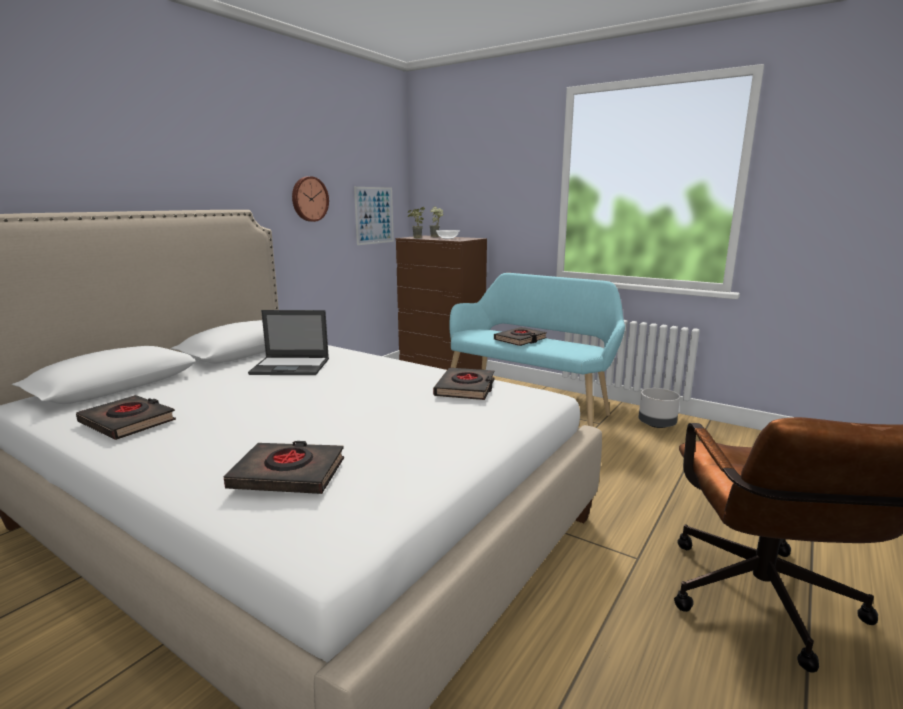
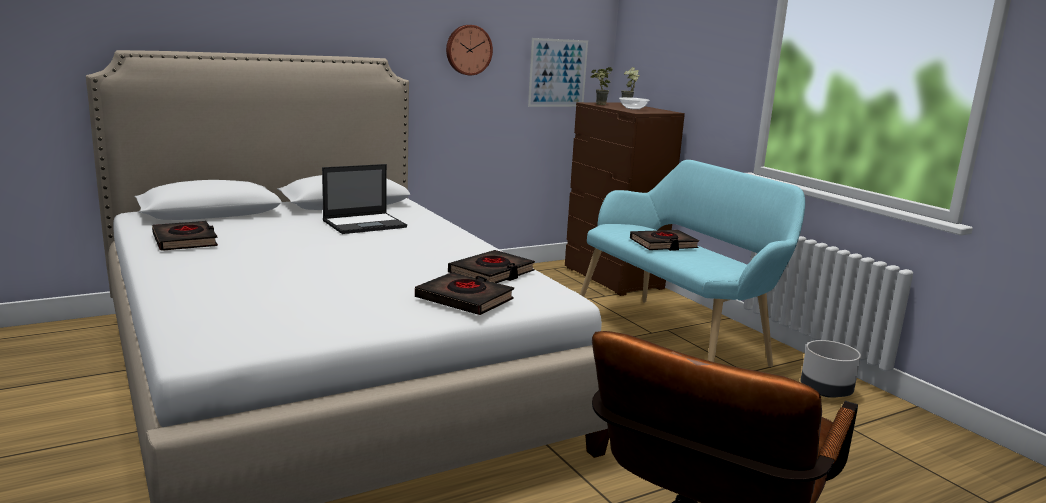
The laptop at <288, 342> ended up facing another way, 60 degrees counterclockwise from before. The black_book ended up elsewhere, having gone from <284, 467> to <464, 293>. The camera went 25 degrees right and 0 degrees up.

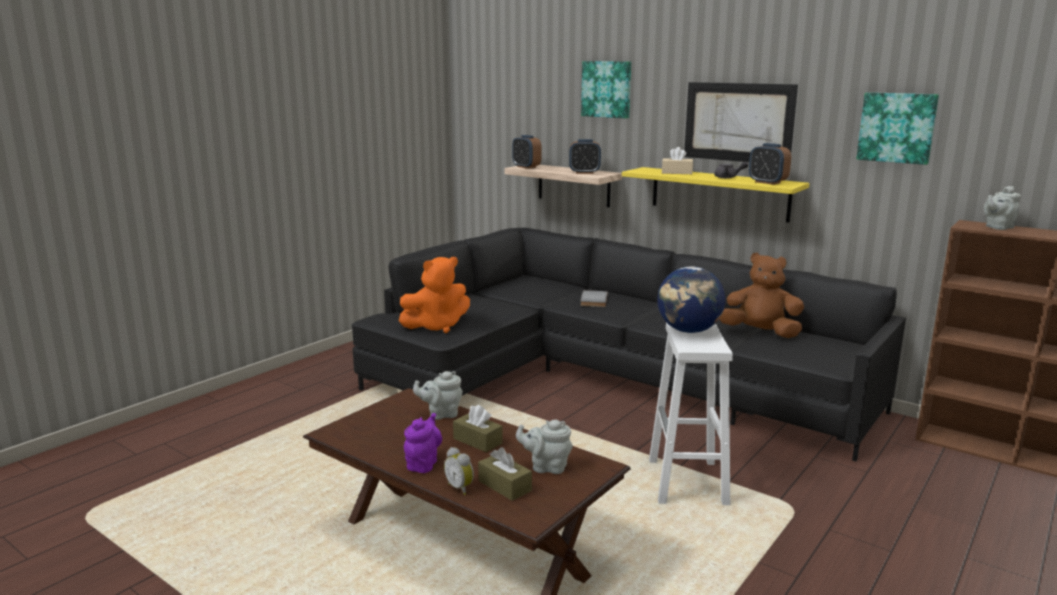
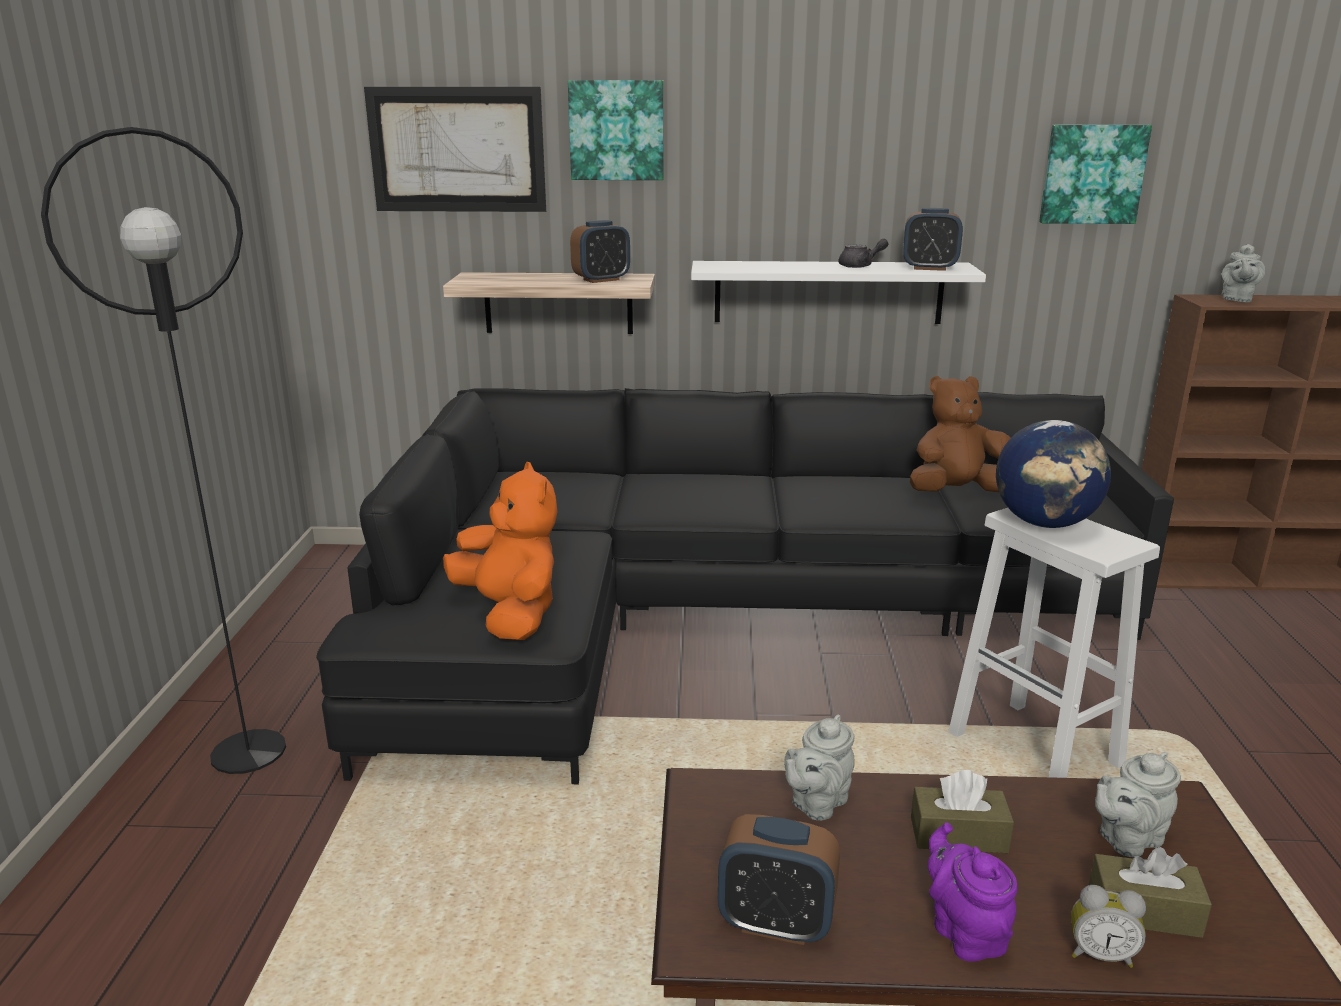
The picture ended up elsewhere, having gone from <741, 122> to <455, 149>. The alarm_clock ended up elsewhere, having gone from <527, 152> to <779, 879>. The second view lost the beige_tissue_box at <677, 160>. What was the yellow_shelf at <715, 194> turned into the white_shelf at <838, 292>. The orange_plush_toy at <434, 295> ended up facing another way, 60 degrees counterclockwise from before. The second view lost the grey_book at <594, 298>. The second view gained the black_floor_lamp at <163, 450>. The camera went 35 degrees left and 5 degrees up.

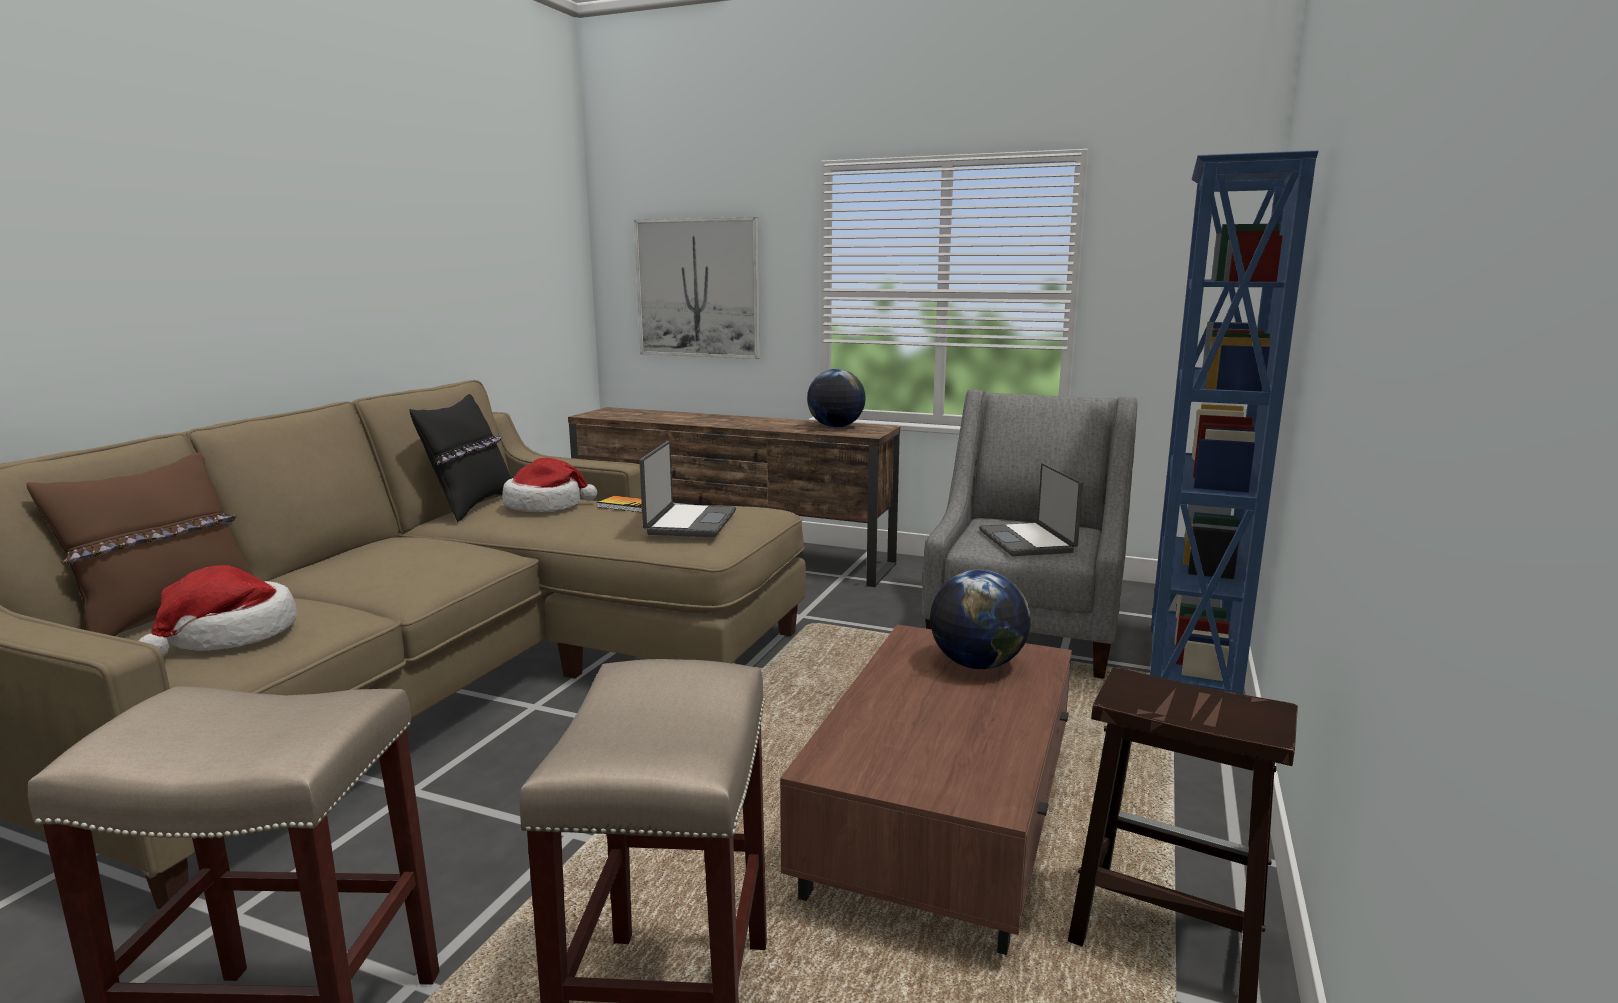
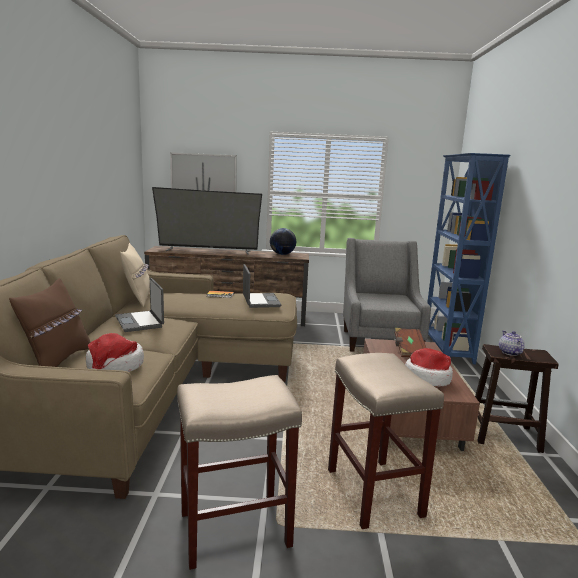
What was the black_pillow at <460, 458> turned into the beige_pillow at <135, 275>. The hat ended up elsewhere, having gone from <549, 485> to <429, 367>. The laptop ended up elsewhere, having gone from <1031, 509> to <139, 305>. Where the globe stood at <980, 619>, the brown_book came to stand at <410, 342>. The second view gained the television at <207, 221>. The second view gained the teapot at <512, 343>. The camera went 20 degrees left and 0 degrees up.

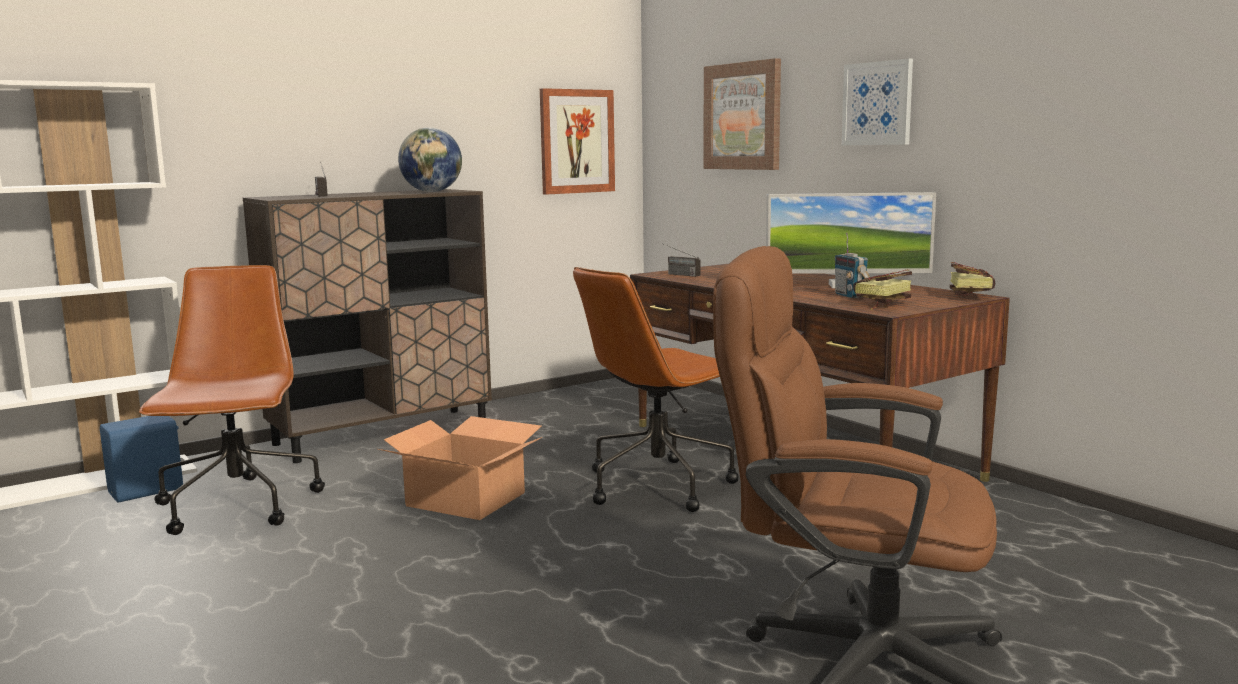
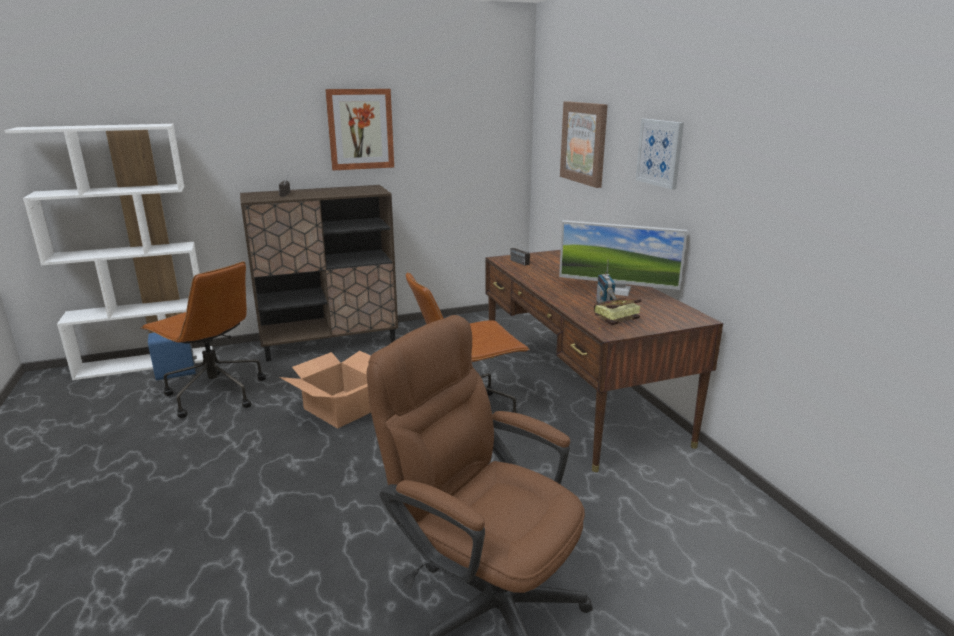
The picture ended up elsewhere, having gone from <577, 141> to <359, 129>. The second view lost the globe at <430, 159>. The second view lost the book at <973, 279>. The brown_office_chair at <232, 400> ended up facing another way, 120 degrees clockwise from before. The camera went 15 degrees right and 10 degrees up.

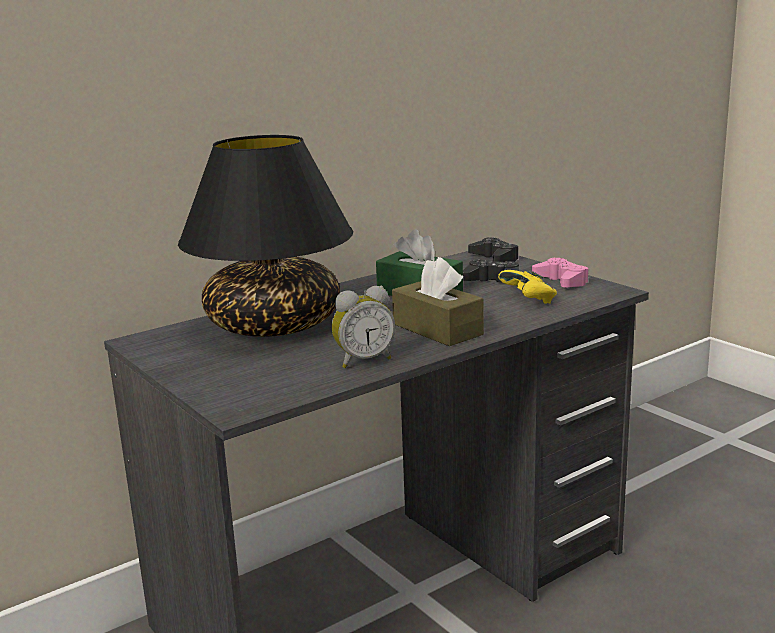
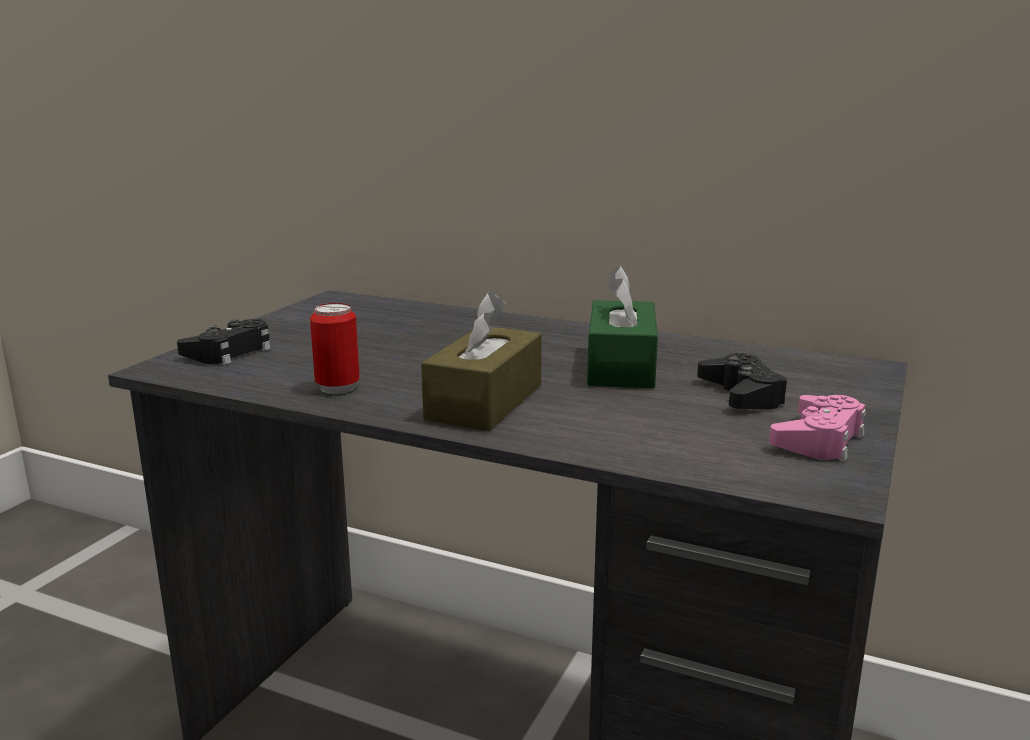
The second view lost the black_table_lamp at <265, 236>. The black_game_controller ended up elsewhere, having gone from <493, 249> to <224, 342>. The second view lost the yellow_game_controller at <527, 287>. Where the alarm_clock stood at <363, 327>, the can came to stand at <335, 348>. The camera went 60 degrees right and 0 degrees up.

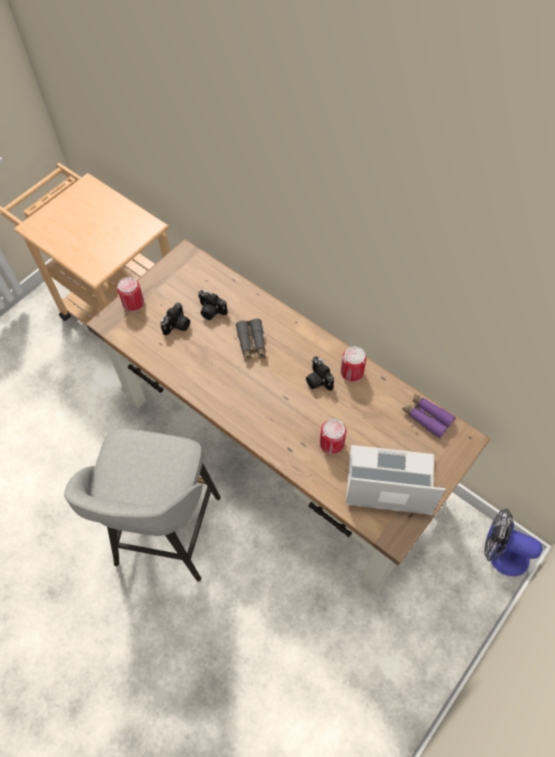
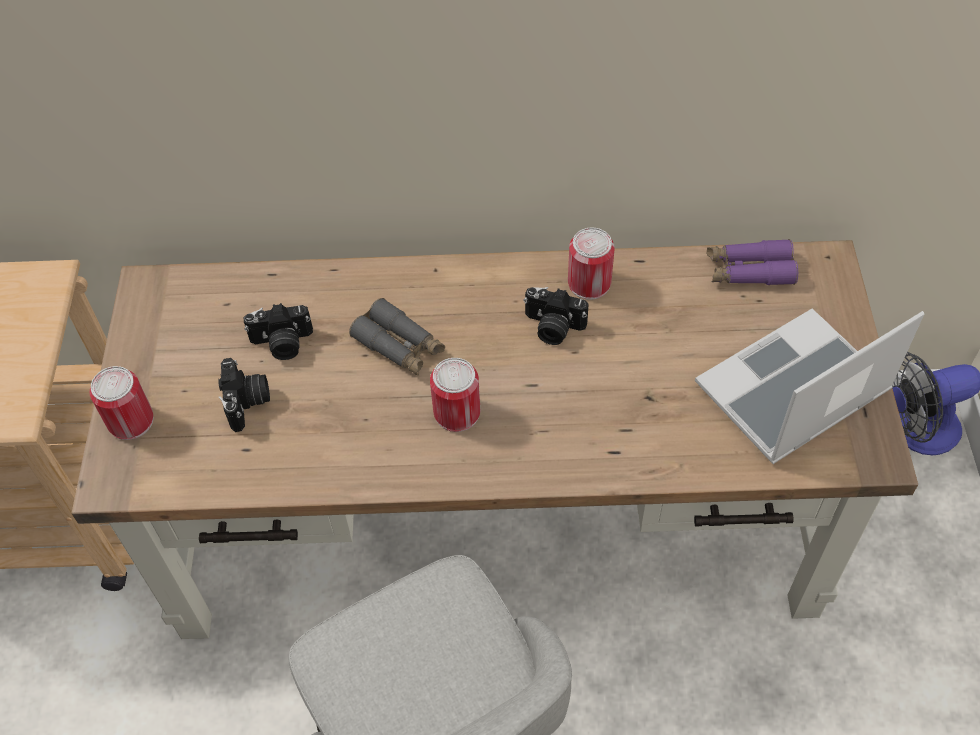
The can ended up elsewhere, having gone from <333, 437> to <455, 395>. The camera went 40 degrees left and 5 degrees down.

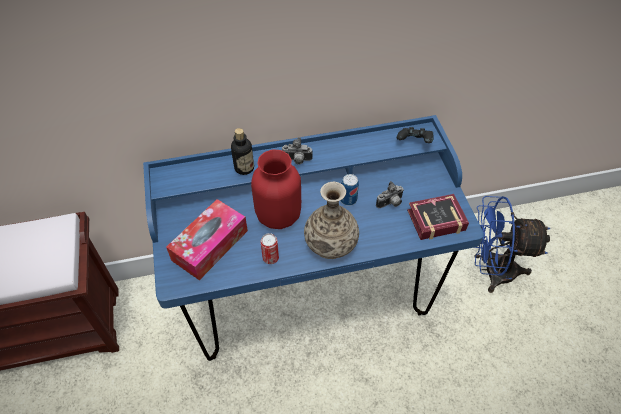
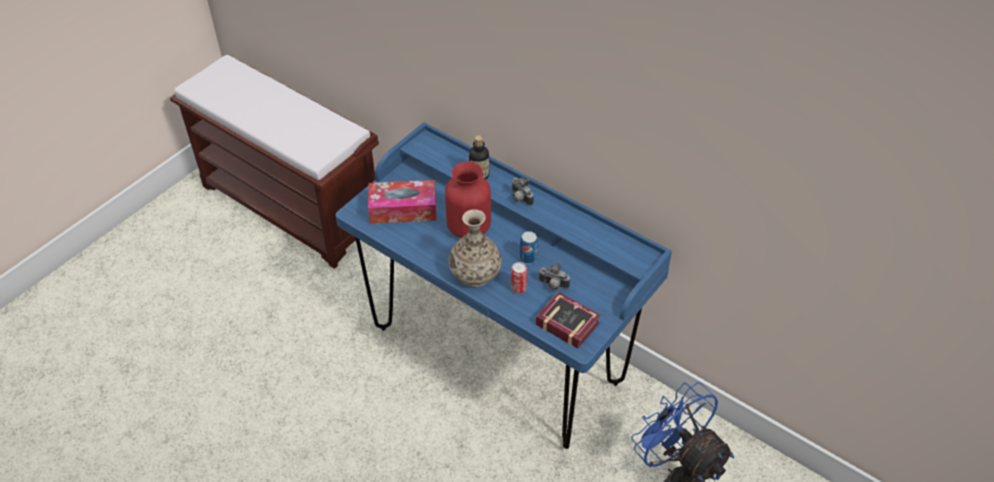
The second view lost the black_game_controller at <415, 135>. The can ended up elsewhere, having gone from <270, 248> to <519, 278>. The camera went 50 degrees right and 5 degrees down.

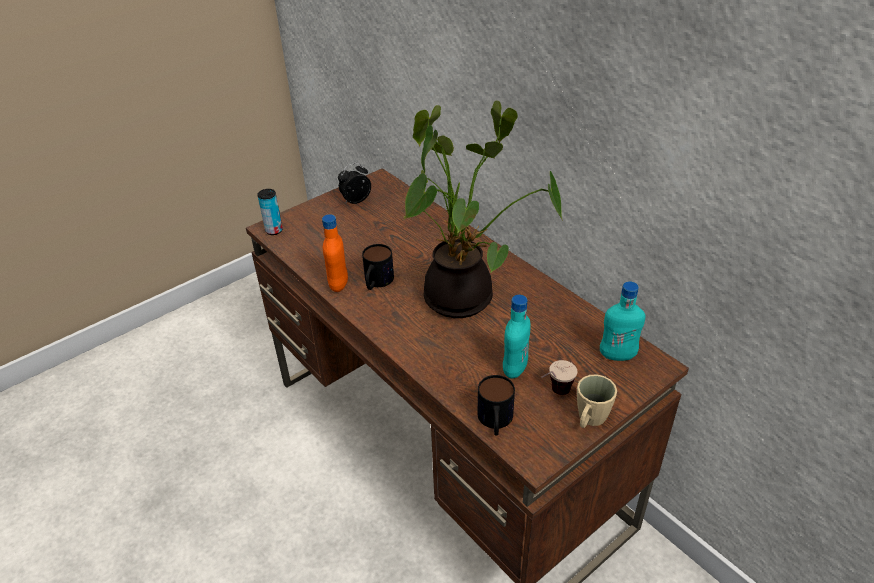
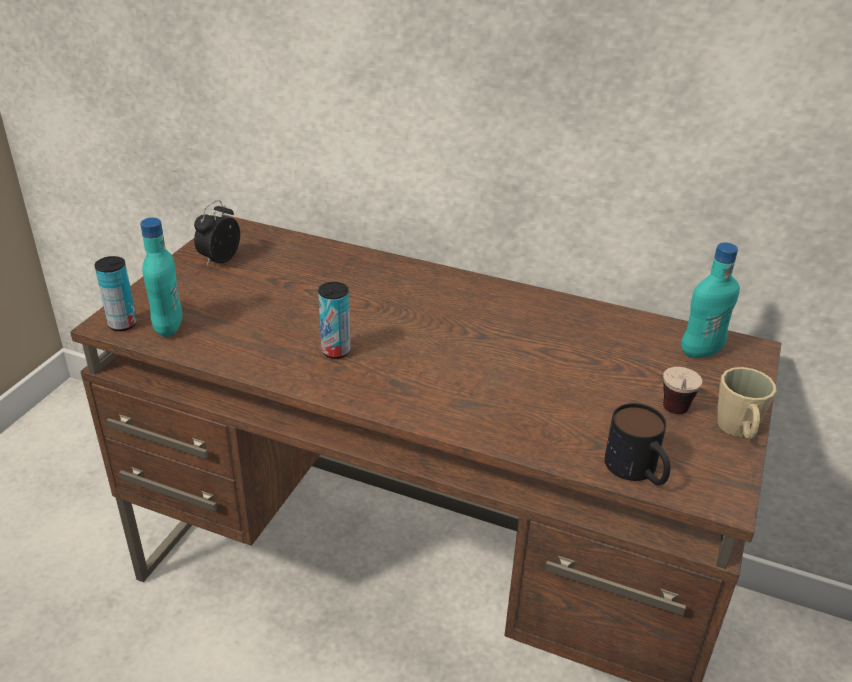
The second view lost the potted_plant at <483, 209>. The second view lost the orange_bottle at <335, 253>. Where the mug stood at <378, 267>, the can came to stand at <334, 320>. The turquoise_bottle ended up elsewhere, having gone from <517, 337> to <161, 277>. The camera went 30 degrees left and 5 degrees down.

